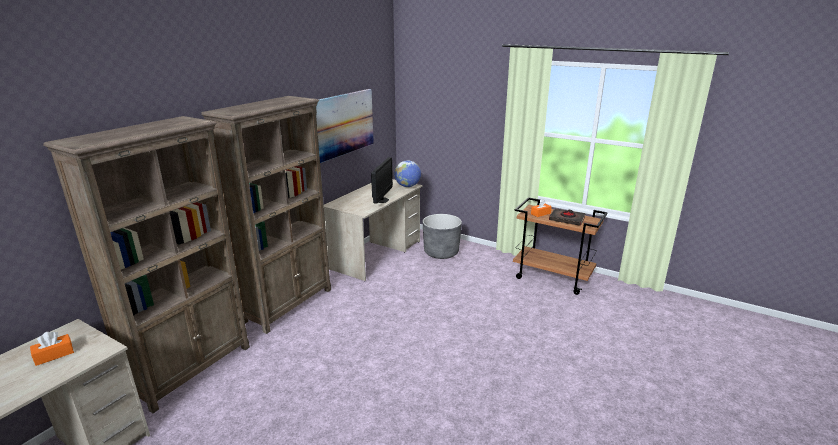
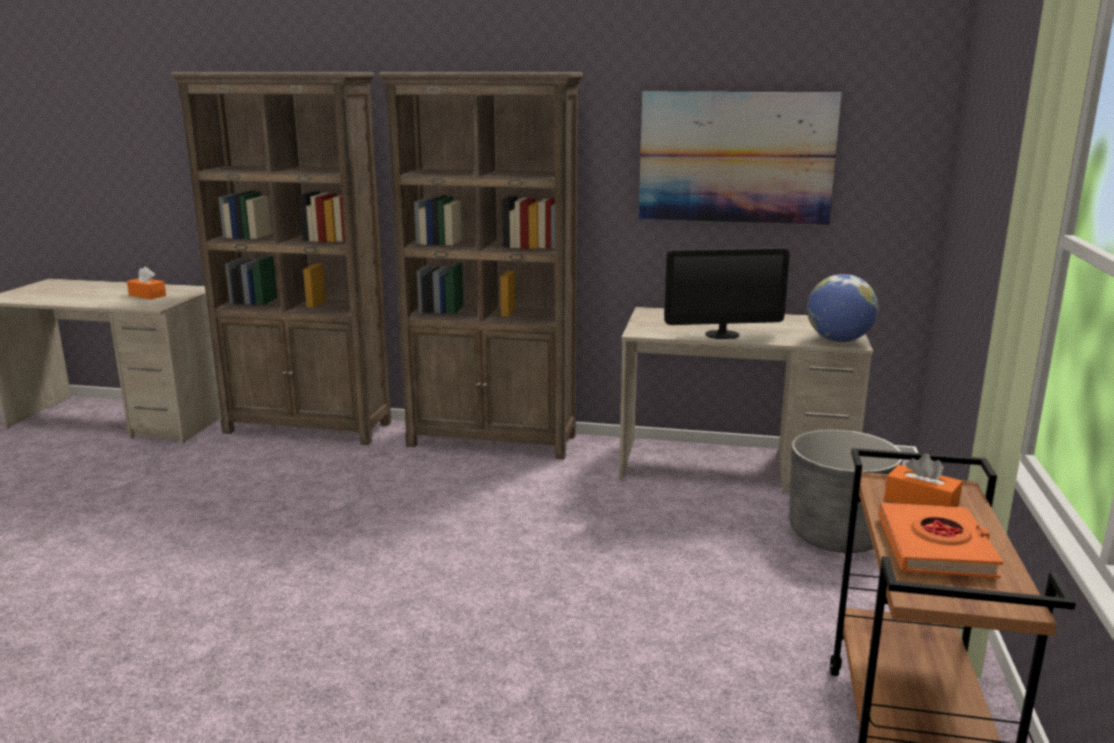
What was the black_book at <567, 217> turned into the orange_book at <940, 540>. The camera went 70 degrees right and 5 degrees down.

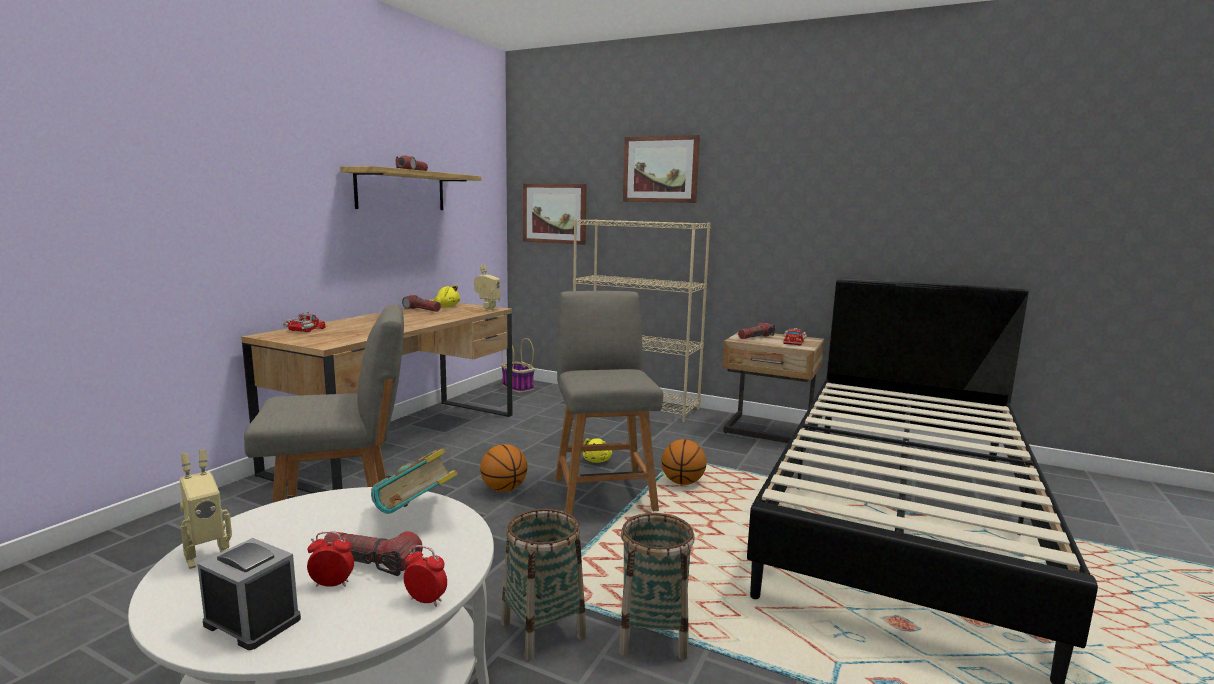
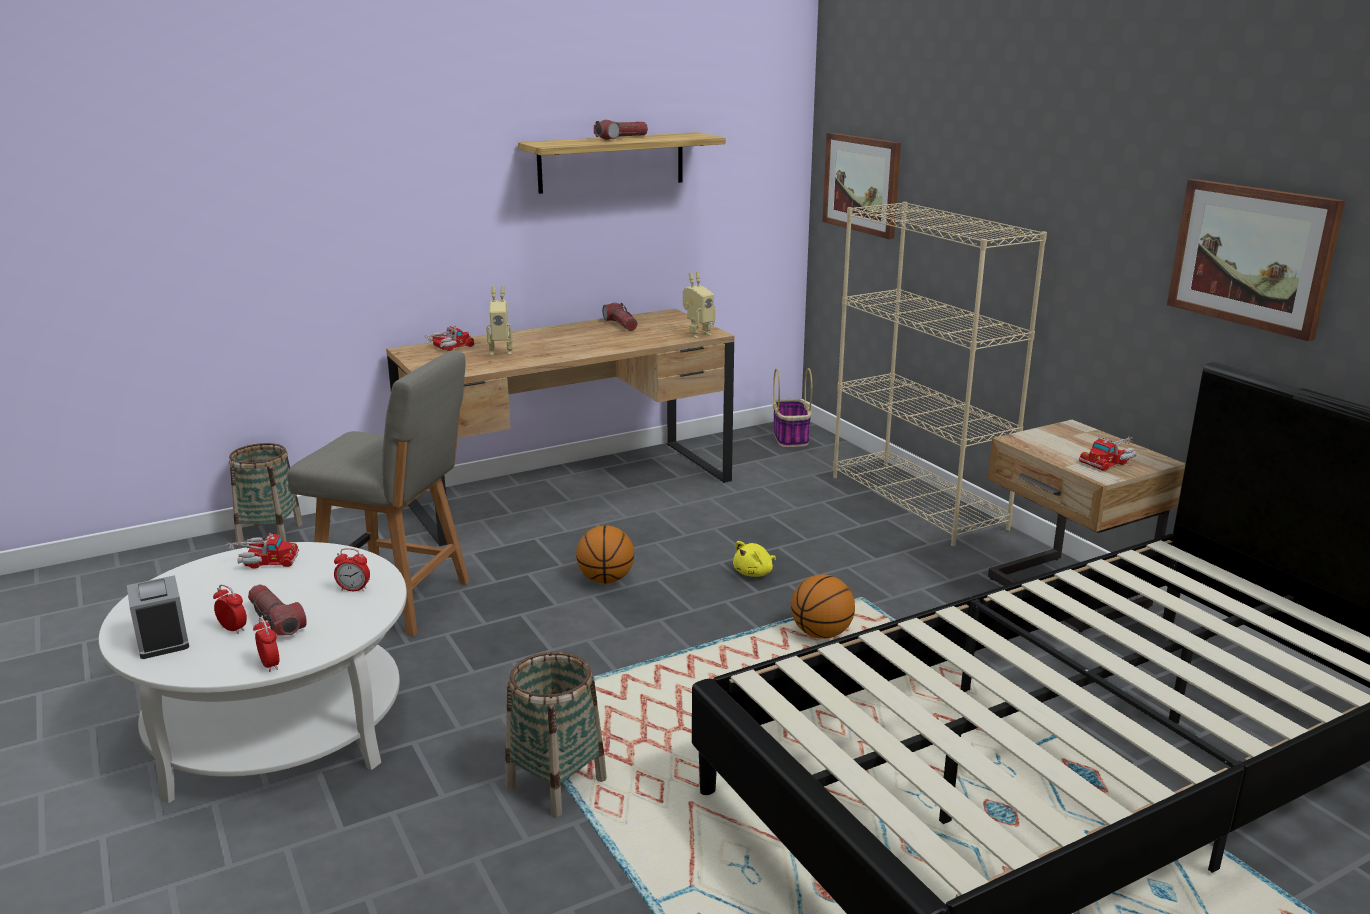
The picture ended up elsewhere, having gone from <661, 169> to <1256, 260>. The second view lost the yellow_plush_toy at <445, 296>. The second view lost the grey_chair at <609, 403>. The second view lost the flashlight at <756, 331>. Where the book stood at <414, 481>, the alarm_clock came to stand at <352, 570>. The toy_robot ended up elsewhere, having gone from <206, 509> to <499, 321>. The basket ended up elsewhere, having gone from <543, 584> to <266, 493>. The second view gained the toy_truck at <262, 551>. The camera went 35 degrees right and 10 degrees up.

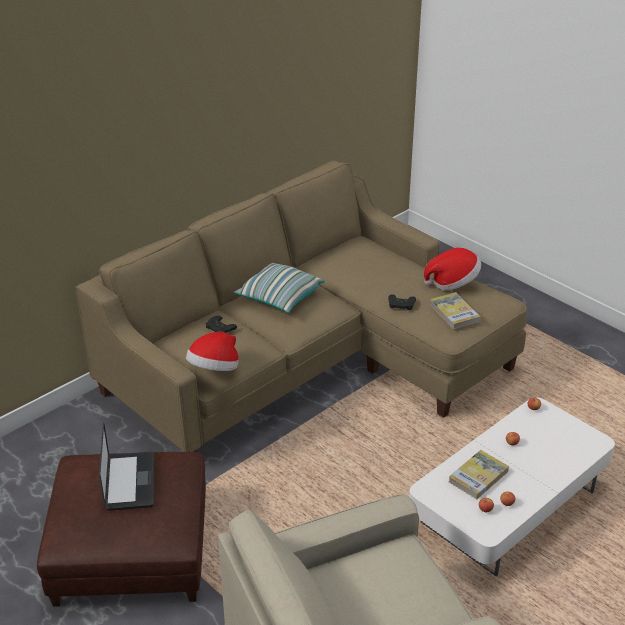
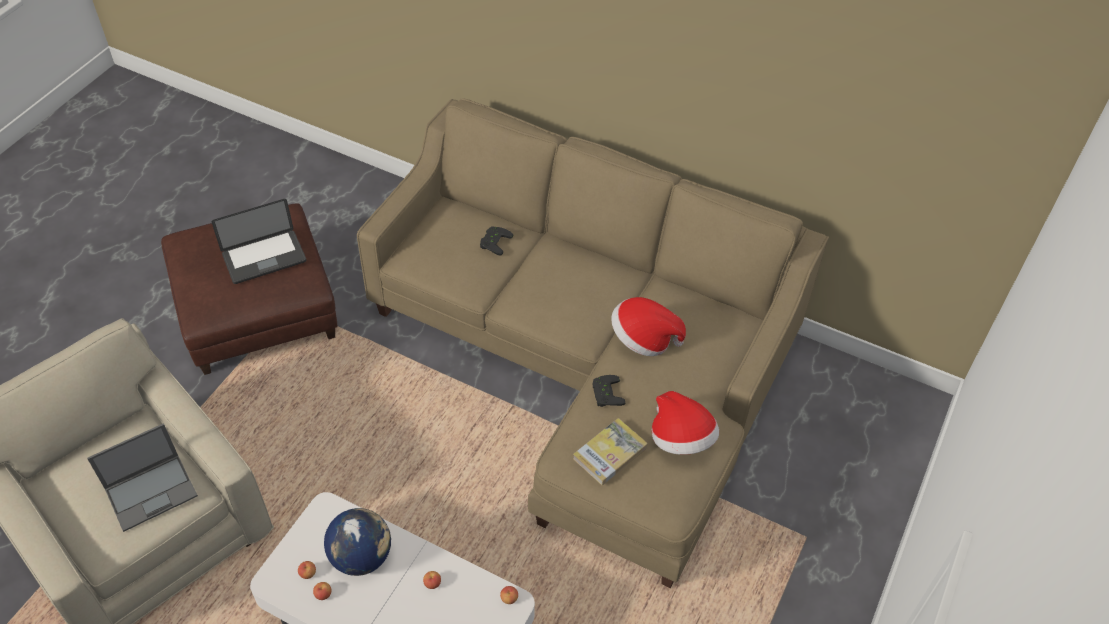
The second view lost the pillow at <279, 288>. The hat ended up elsewhere, having gone from <212, 351> to <648, 326>. Where the book stood at <479, 474>, the globe came to stand at <357, 542>. The second view gained the laptop at <142, 477>. The camera went 70 degrees right and 15 degrees up.

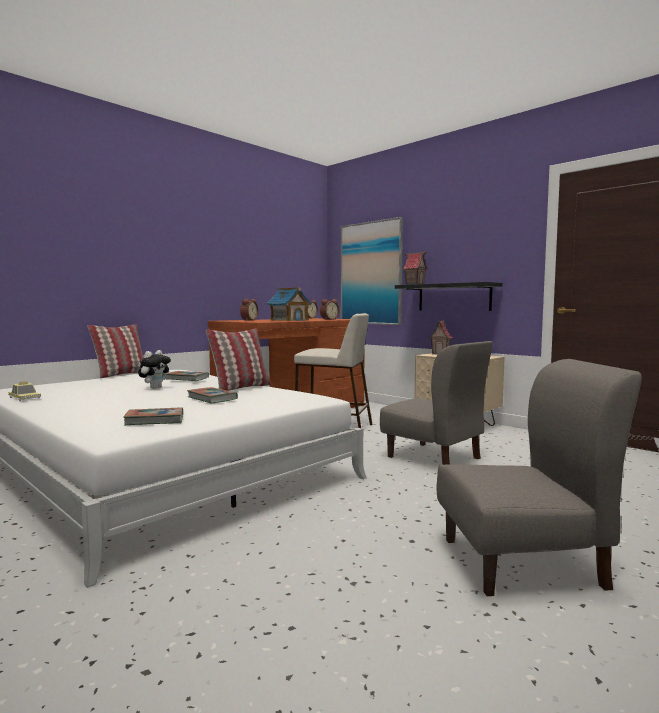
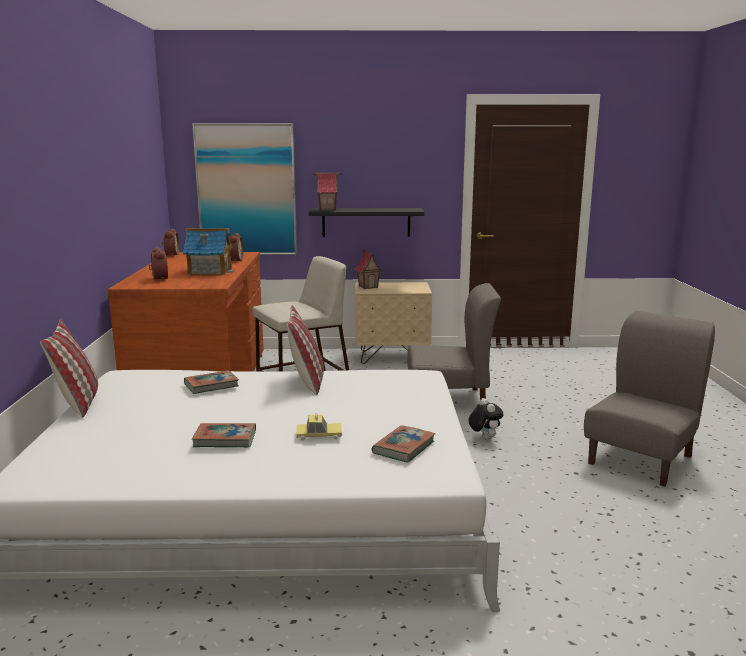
The plush_toy ended up elsewhere, having gone from <154, 369> to <486, 419>. The toy_car ended up elsewhere, having gone from <24, 391> to <319, 427>. The book ended up elsewhere, having gone from <212, 395> to <224, 435>. The camera went 45 degrees left and 10 degrees up.

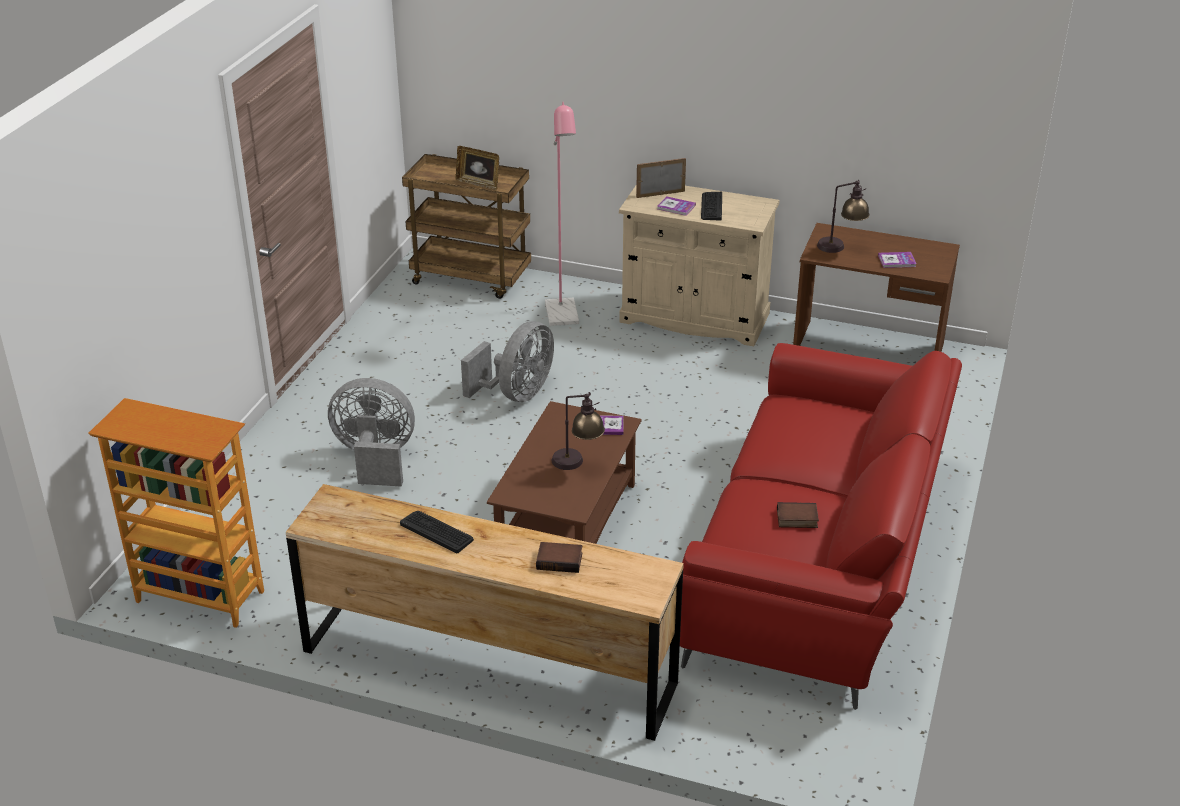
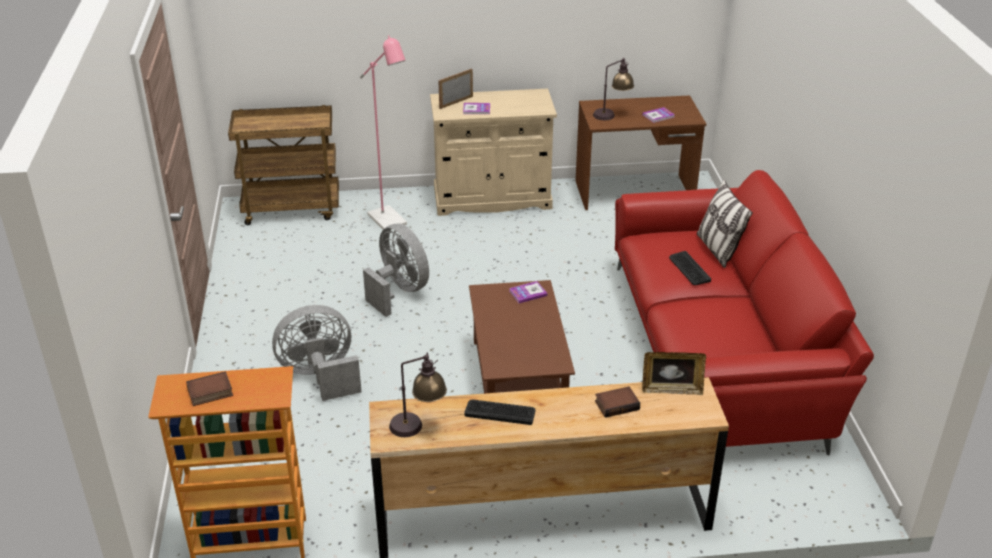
The picture_frame ended up elsewhere, having gone from <477, 168> to <674, 373>. The keyboard ended up elsewhere, having gone from <711, 206> to <690, 268>. The grey_fan at <507, 361> ended up facing another way, 45 degrees counterclockwise from before. The table_lamp ended up elsewhere, having gone from <578, 431> to <418, 395>. The book ended up elsewhere, having gone from <798, 515> to <209, 388>. The second view gained the pillow at <725, 223>. The camera went 25 degrees left and 0 degrees up.

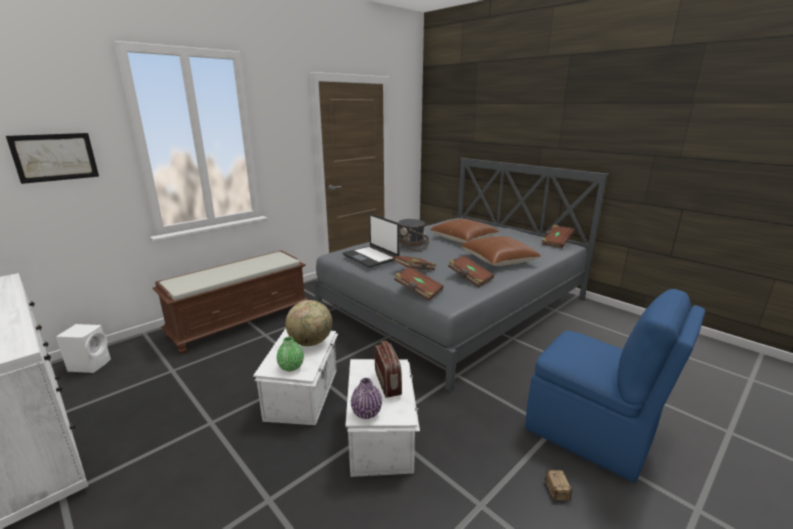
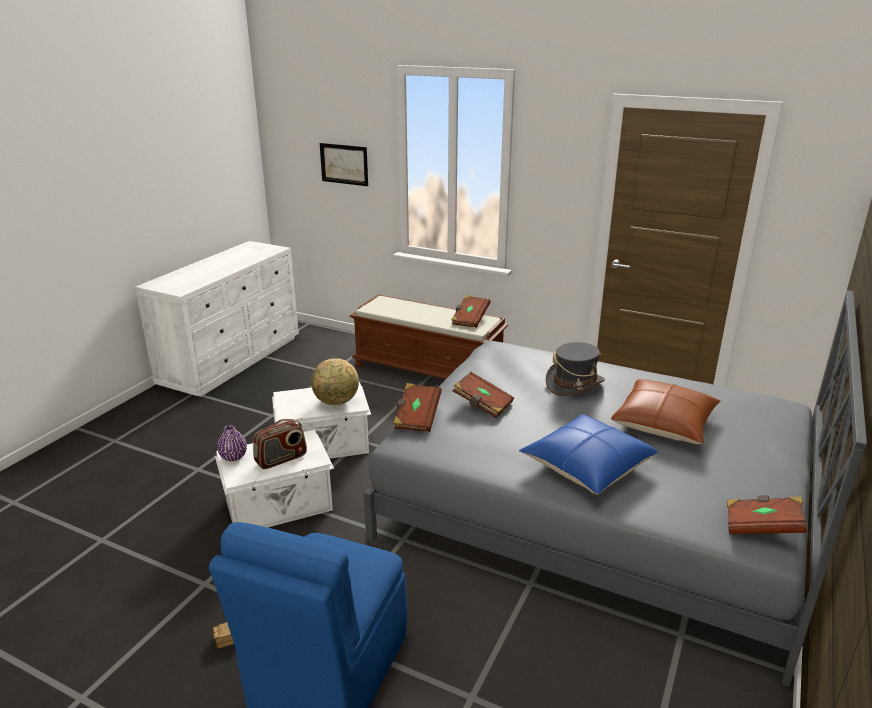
The second view lost the laptop at <371, 240>. What was the brown_pillow at <501, 251> turned into the blue_pillow at <588, 454>. The brown_book ended up elsewhere, having gone from <471, 271> to <470, 311>. The second view lost the white_speaker at <83, 348>. The second view lost the green_vase at <290, 353>. The camera went 70 degrees right and 5 degrees up.

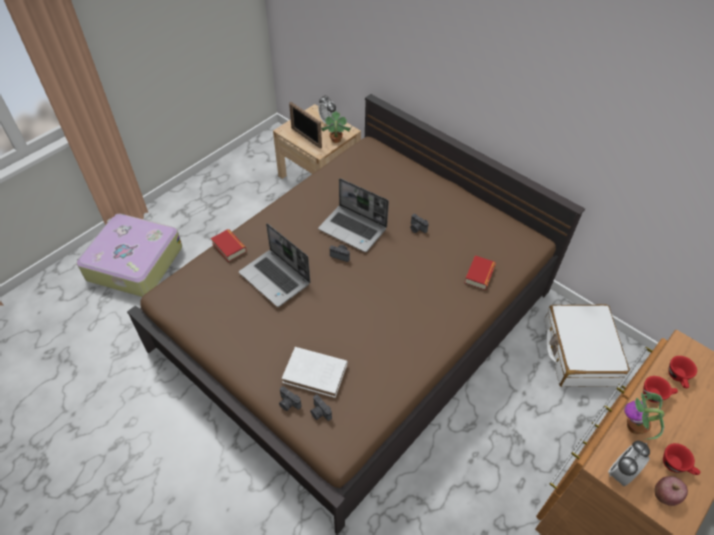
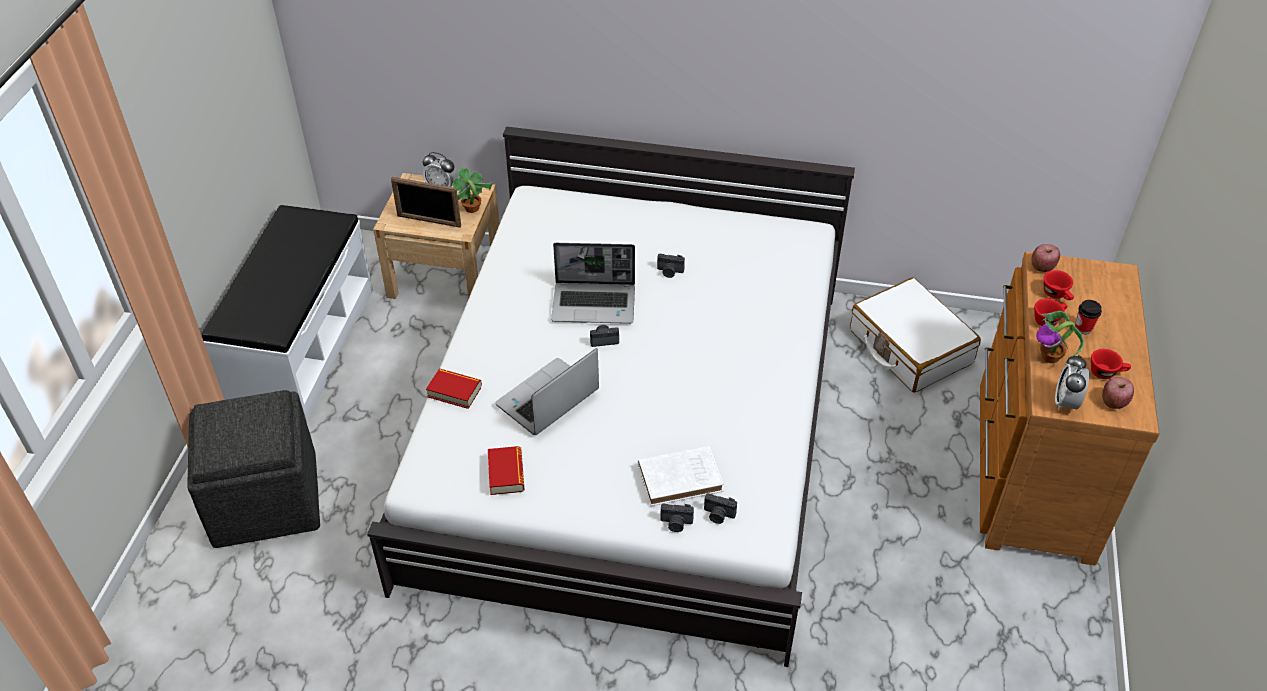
What was the brown_bed at <356, 314> turned into the white_bed at <611, 396>. Where the suitcase stood at <129, 255>, the grey_ottoman came to stand at <253, 469>. The laptop at <274, 265> ended up facing another way, 120 degrees clockwise from before. The book ended up elsewhere, having gone from <480, 273> to <506, 470>. The second view gained the white_bench at <287, 313>. The second view gained the apple at <1045, 258>. The second view gained the cup at <1088, 317>. The camera went 30 degrees left and 5 degrees down.

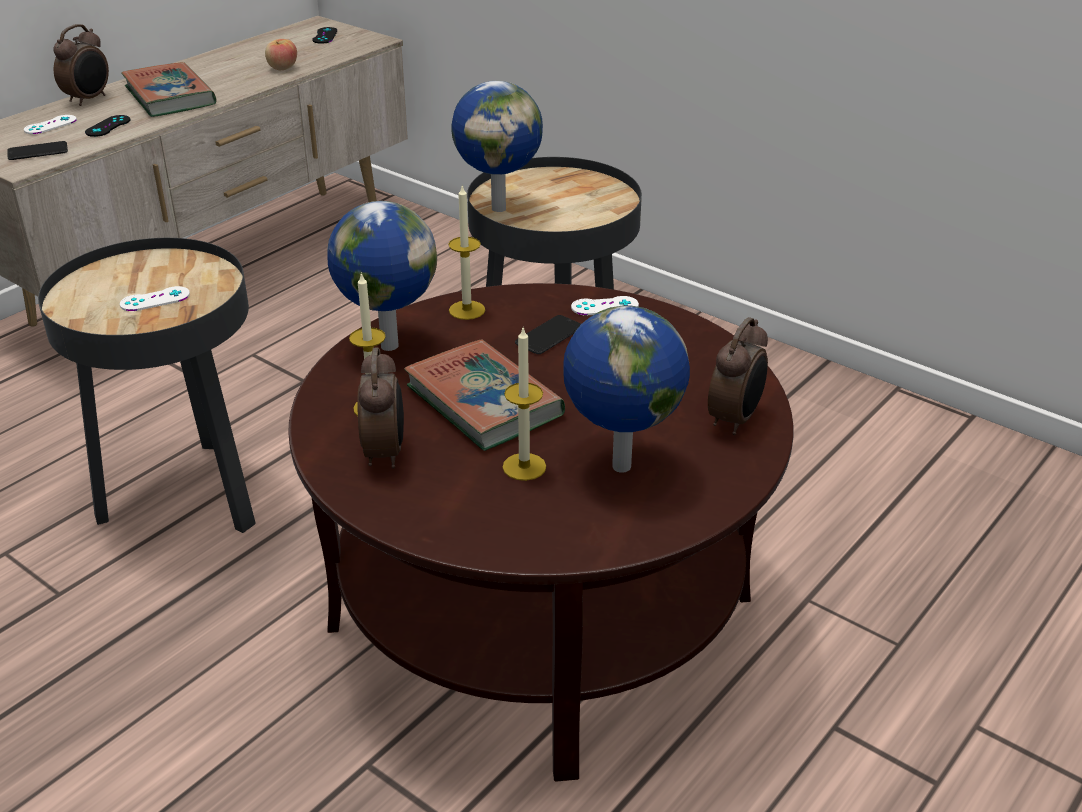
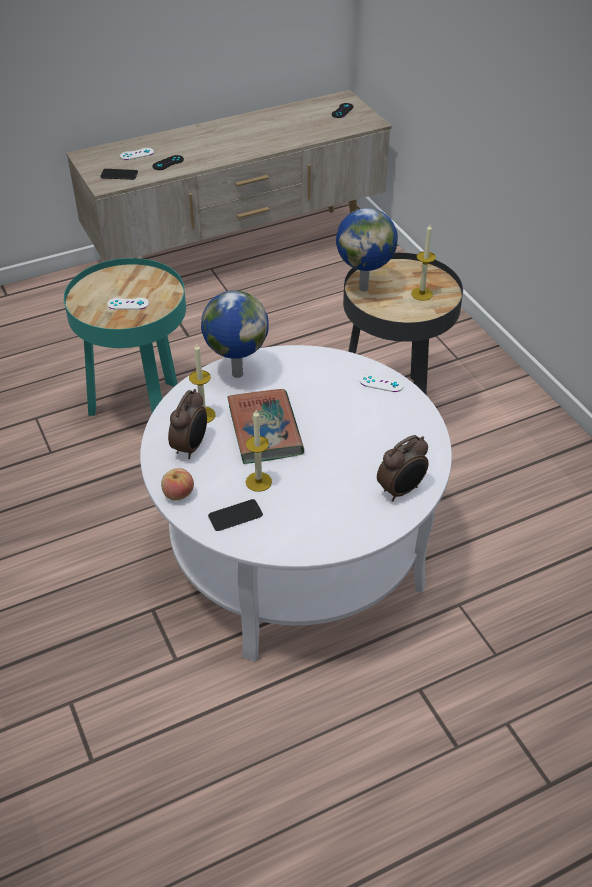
The second view lost the alarm_clock at <81, 65>. The apple ended up elsewhere, having gone from <281, 54> to <177, 484>. The second view lost the book at <169, 89>. The candle ended up elsewhere, having gone from <466, 253> to <423, 262>. What was the black_side_table at <147, 385> turned into the turquoise_side_table at <125, 337>. What was the brown_coffee_table at <540, 532> turned into the white_coffee_table at <296, 503>. The second view lost the globe at <626, 389>. The phone ended up elsewhere, having gone from <548, 334> to <235, 515>. The camera went 25 degrees right and 10 degrees up.

